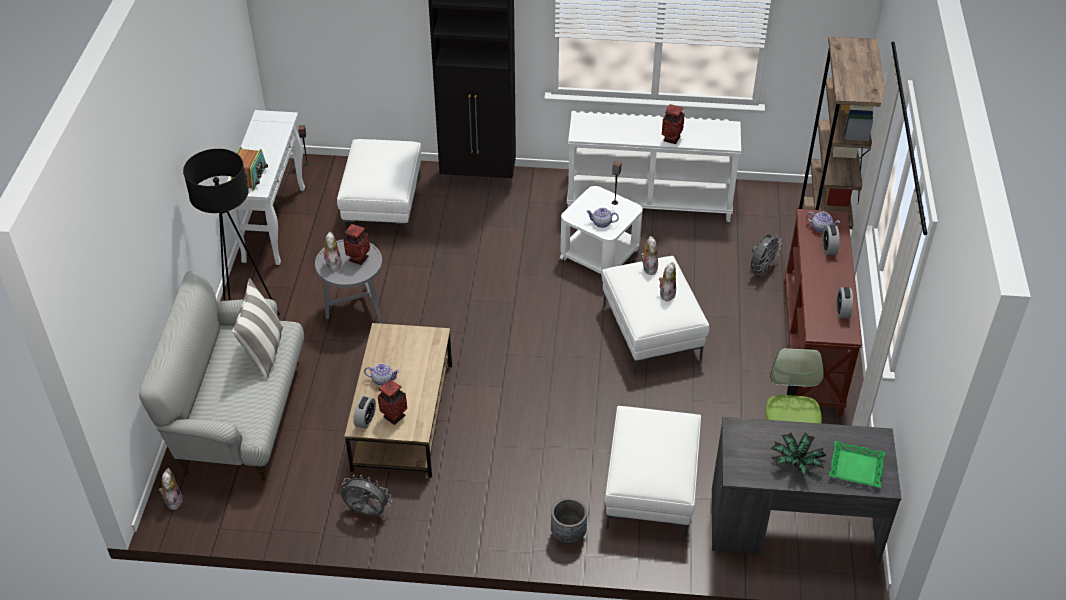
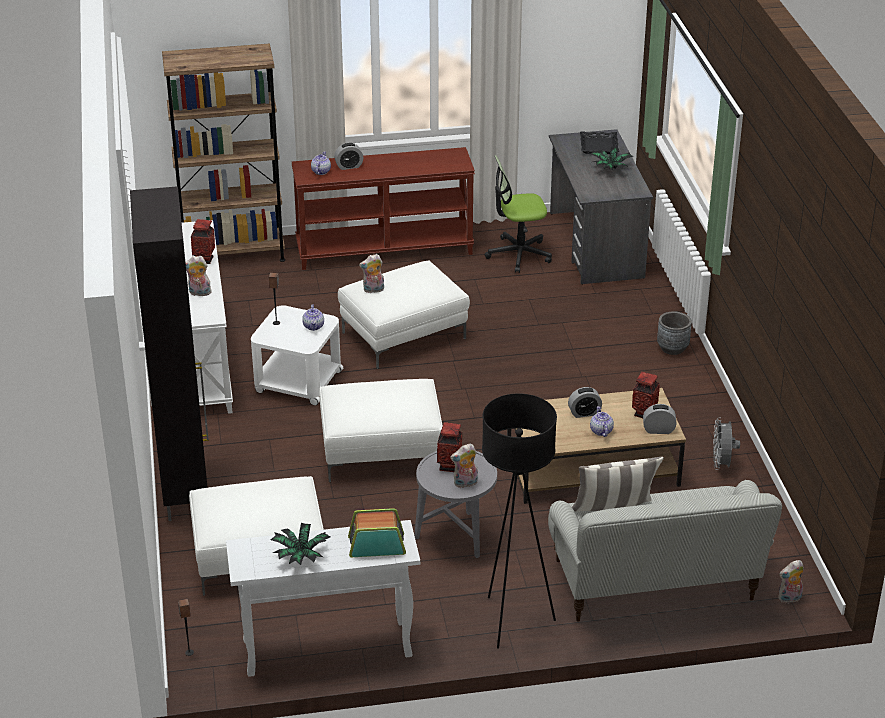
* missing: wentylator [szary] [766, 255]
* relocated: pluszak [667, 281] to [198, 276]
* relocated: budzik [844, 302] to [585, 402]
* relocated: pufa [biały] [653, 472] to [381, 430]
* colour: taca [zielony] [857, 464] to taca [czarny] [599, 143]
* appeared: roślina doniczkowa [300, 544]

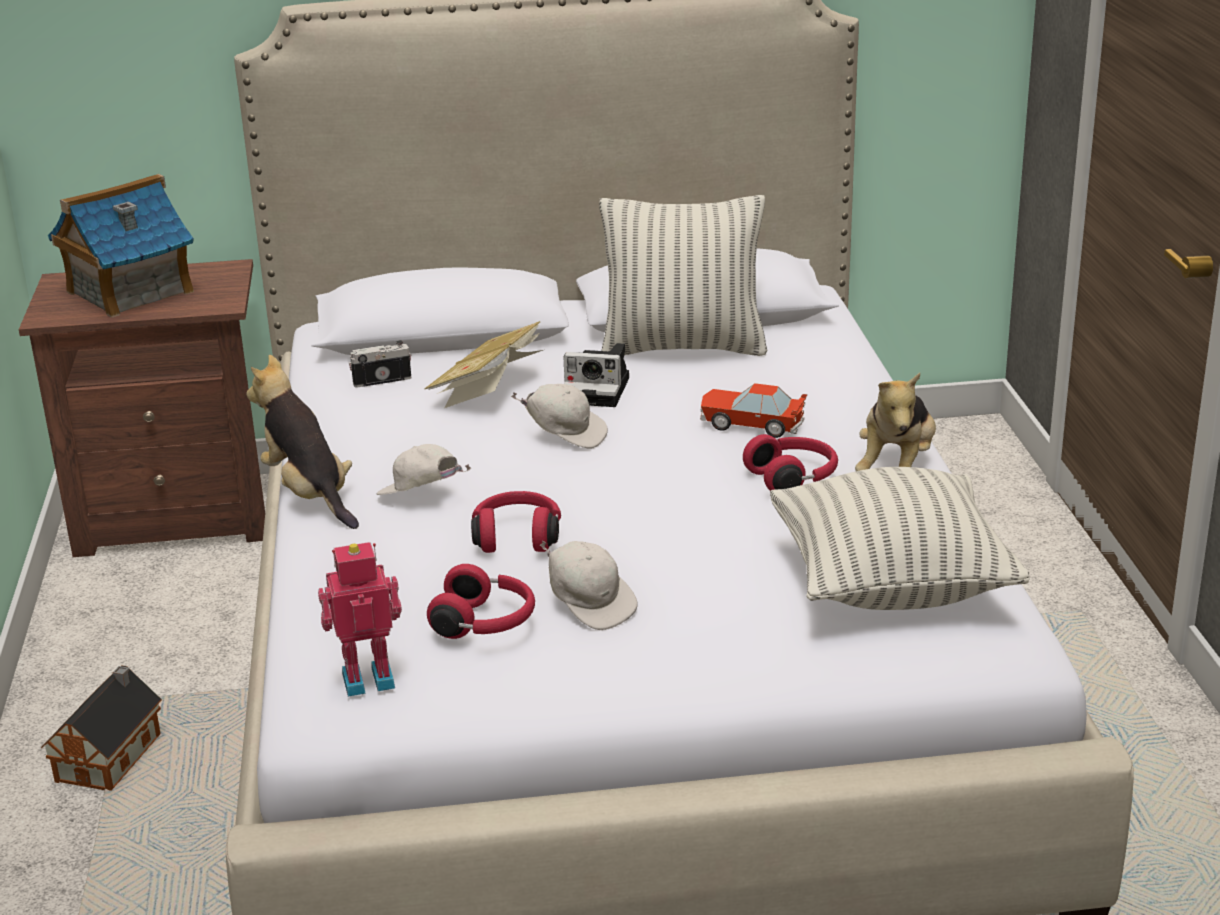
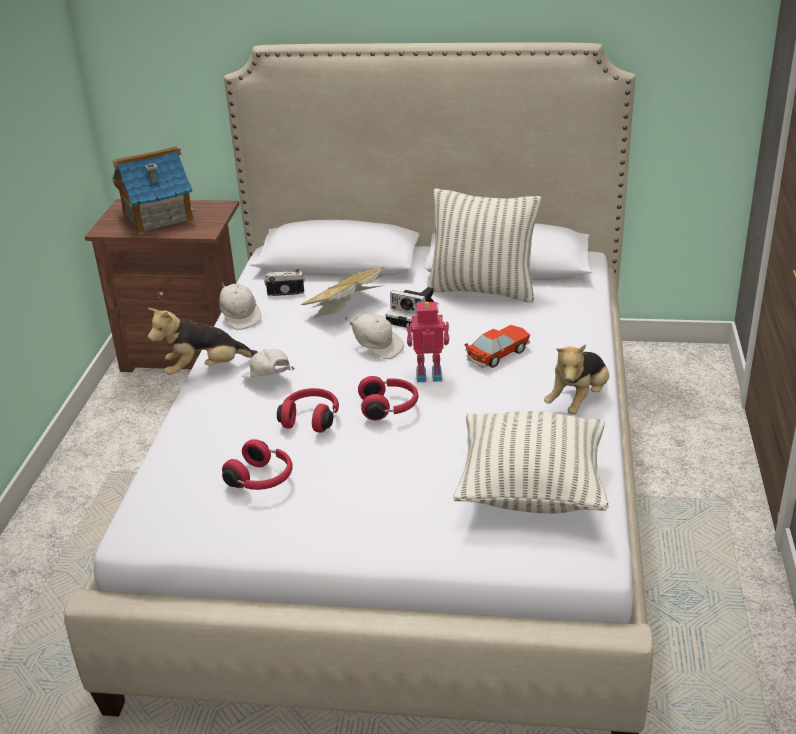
* spun: pluszak [303, 442] = [203, 341] 90 degrees counterclockwise
* spun: samochodzik [754, 410] = [497, 347] 105 degrees clockwise
* relocated: słuchawki [czerwony] [790, 462] to [388, 398]
* relocated: czapka z daszkiem [biały] [589, 585] to [240, 306]
* relocated: robot zabawkowy [360, 619] to [427, 342]
* missing: domek [101, 728]

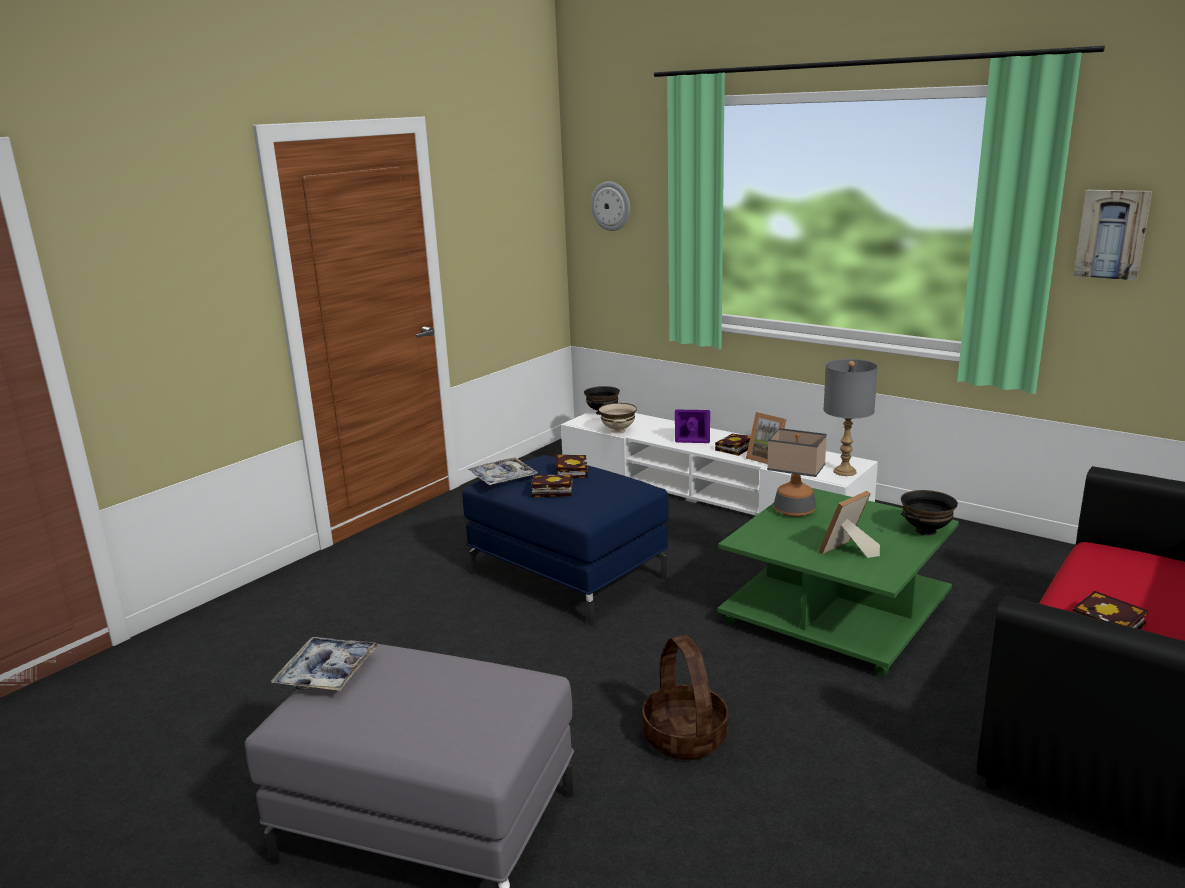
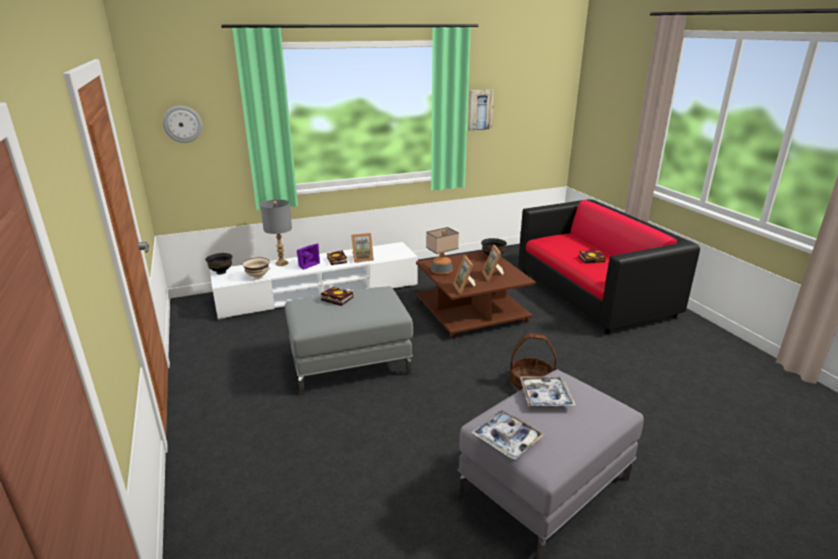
* relocated: lampa stołowa [szary] [850, 417] to [276, 232]
* colour: pufa [niebieski] [566, 540] to pufa [szary] [349, 340]
* relocated: taca [502, 471] to [548, 391]
* missing: książka [552, 485]
* colour: ława [zielony] [838, 582] to ława [brązowy] [476, 295]
* appeared: ramka na zdjęcie [464, 275]

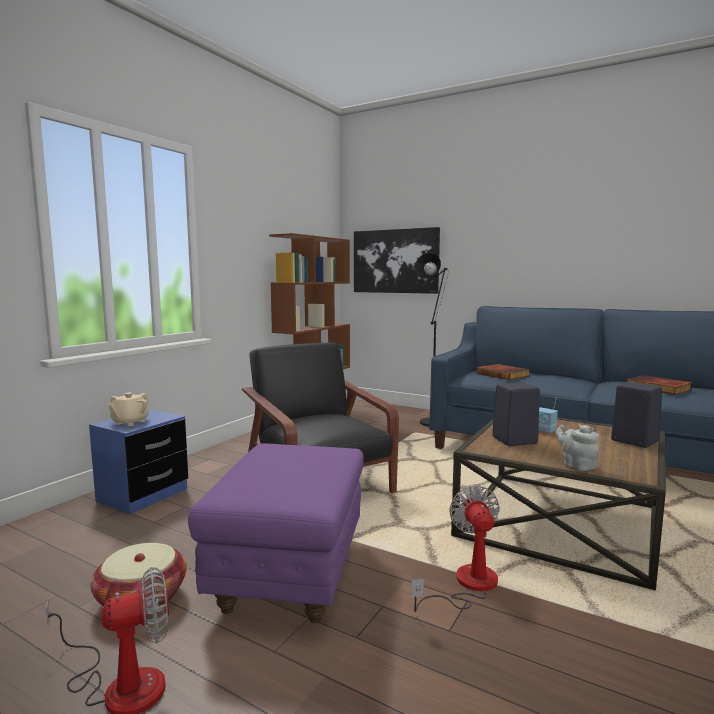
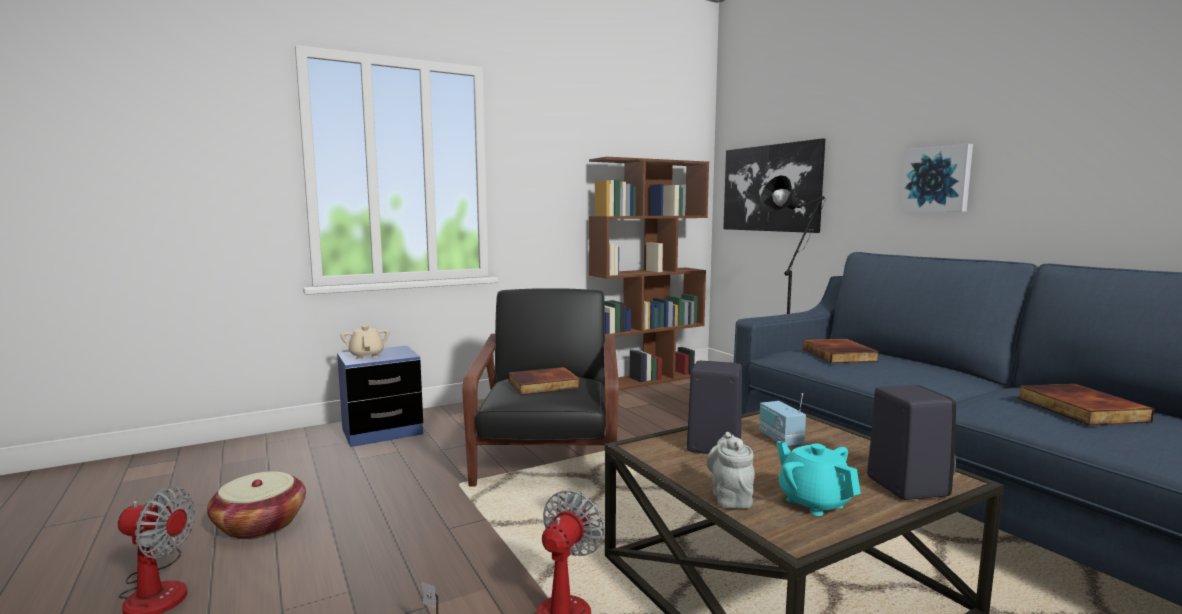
* spun: imbryk [beżowy] [128, 409] = [365, 342] 105 degrees clockwise
* missing: pufa [fioletowy] [276, 533]
* appeared: obraz [936, 178]
* appeared: książka [544, 381]
* appeared: imbryk [turkusowy] [818, 478]

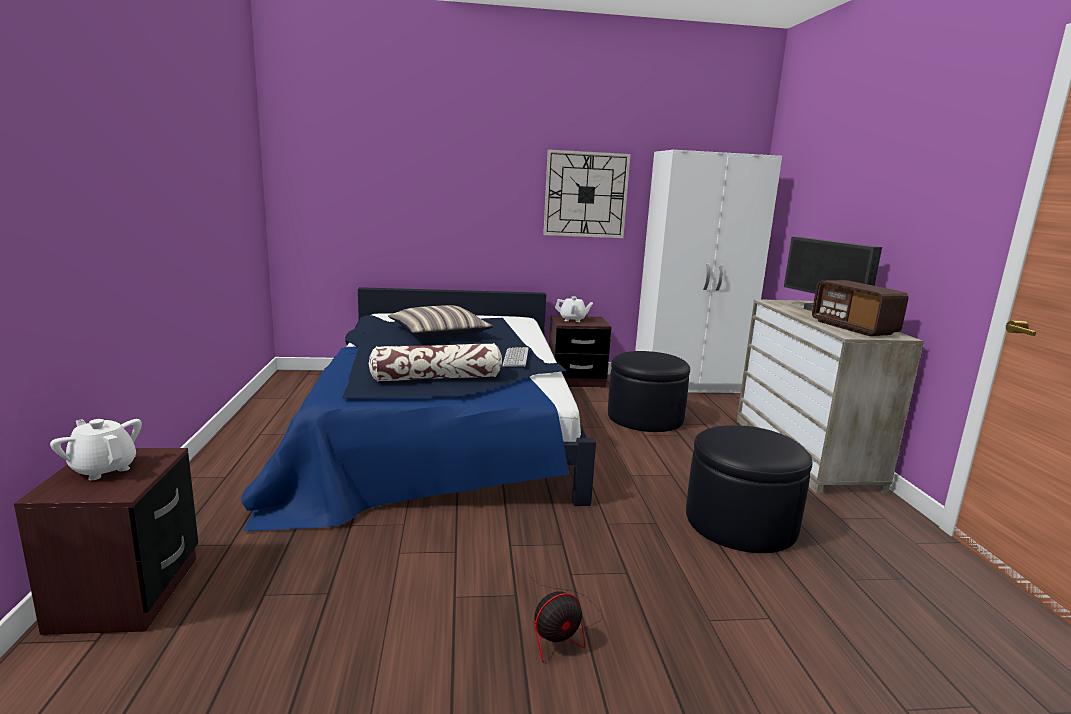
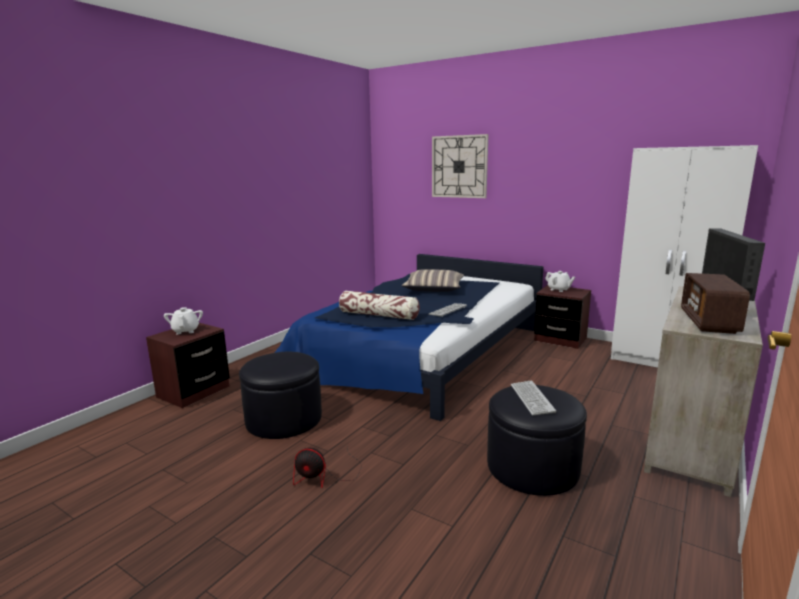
* relocated: zegar ścienny [587, 193] to [460, 166]
* relocated: pufa [czarny] [649, 391] to [280, 395]
* appeared: klawiatura [533, 398]

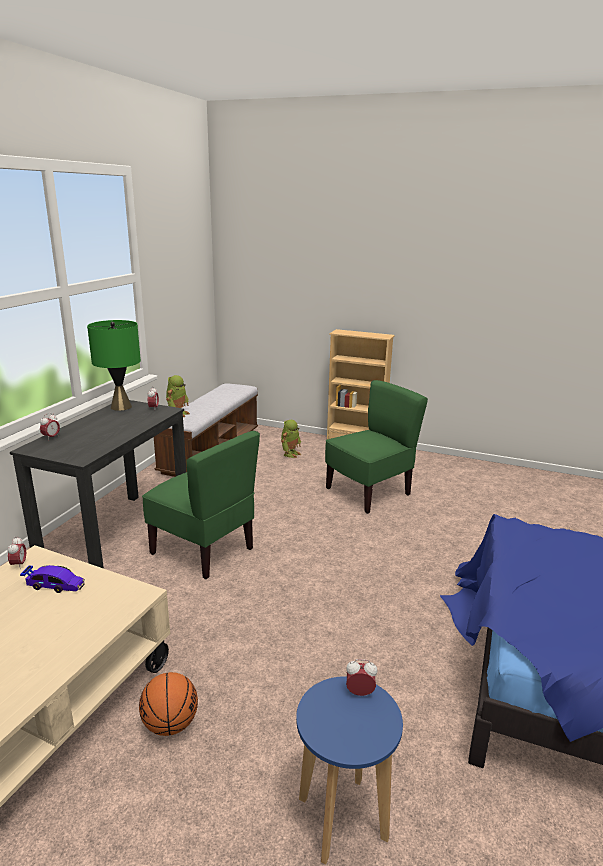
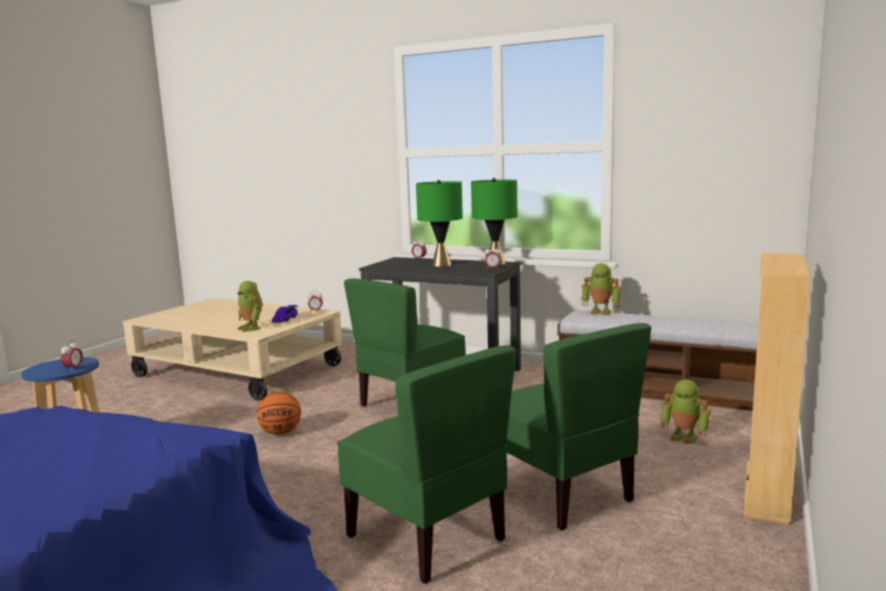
* relocated: piłka do koszykówki [168, 704] to [279, 413]
* appeared: lampa stołowa [zielony] [439, 223]
* appeared: robot zabawkowy [250, 306]
* appeared: krzesło [zielony] [426, 464]

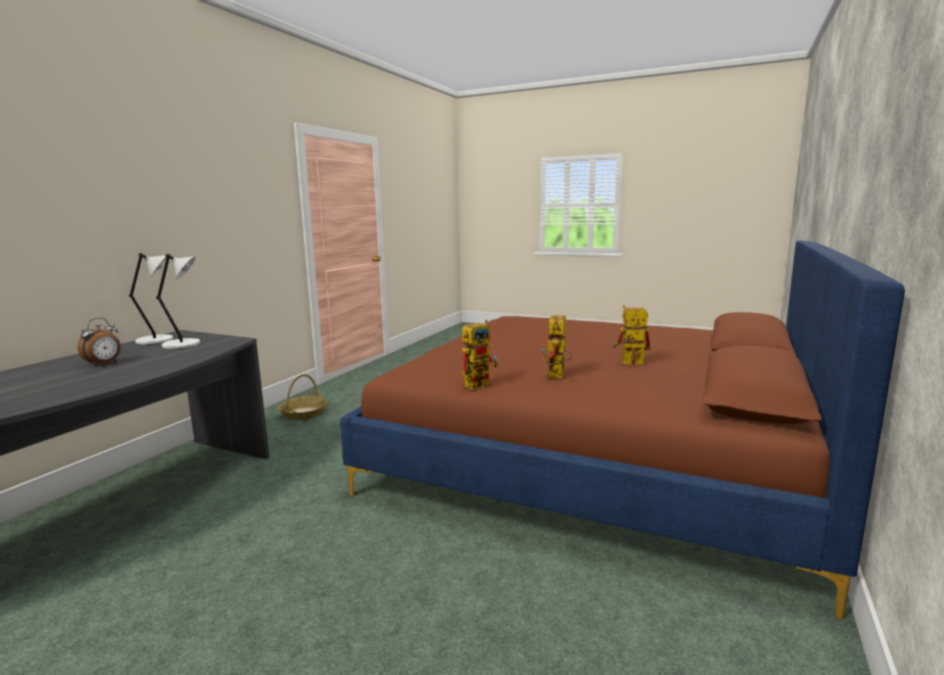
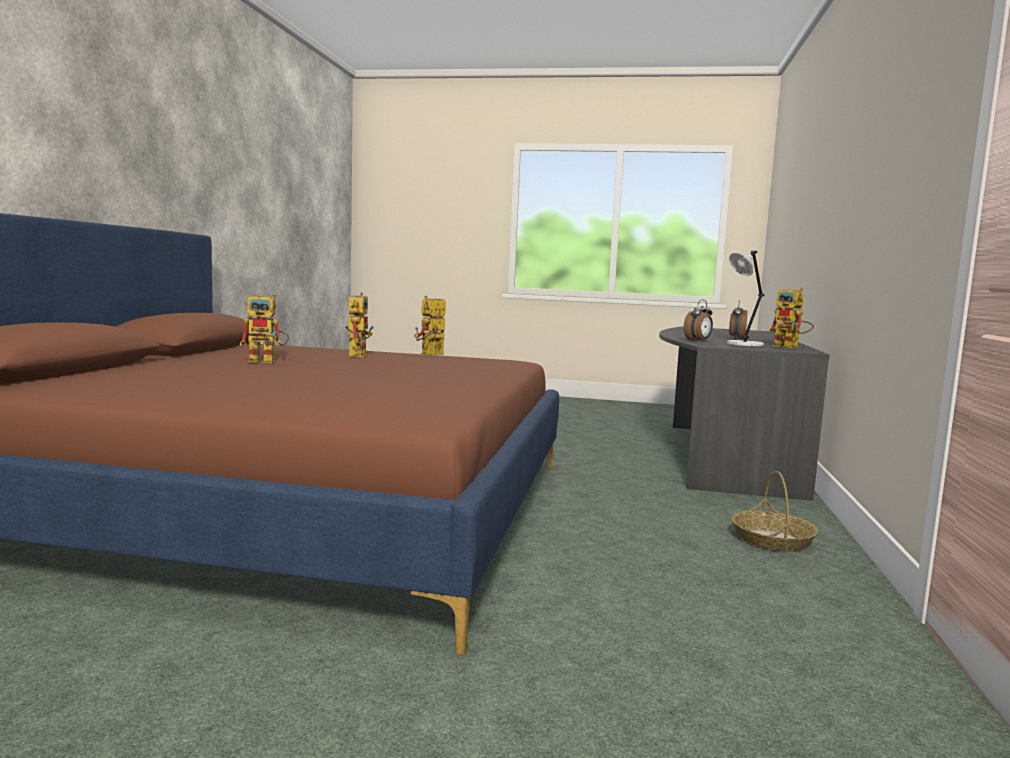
* exchanged: lampa stołowa [szary] [151, 299] to robot zabawkowy [791, 317]
* appeared: budzik [698, 321]

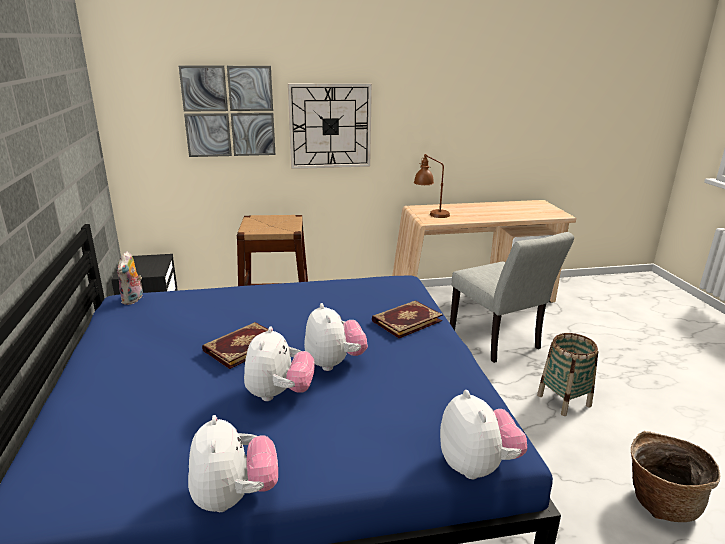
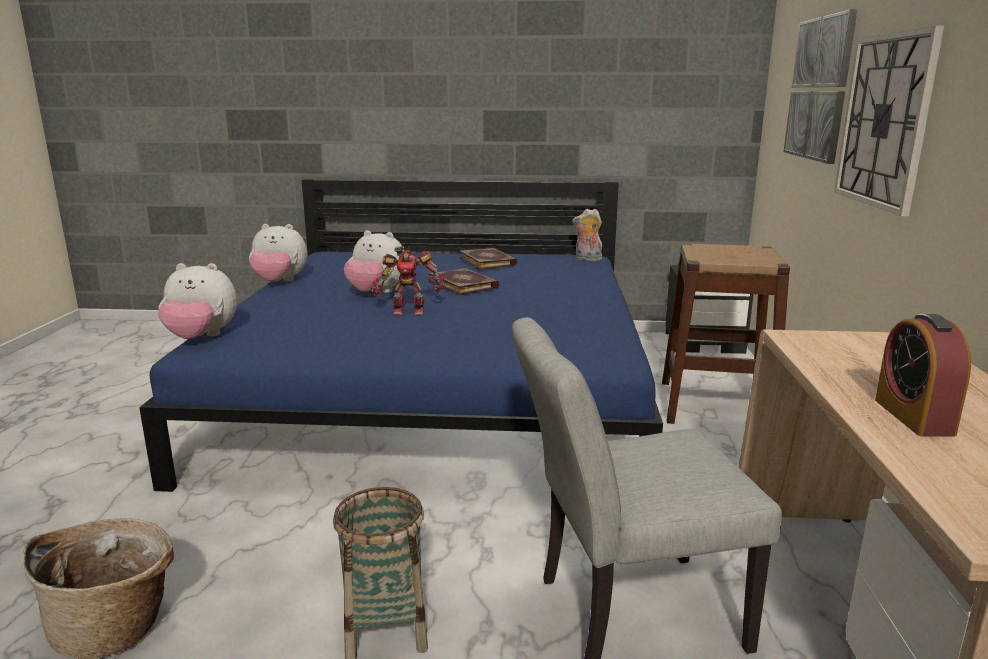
* missing: lampa stołowa [brązowy] [432, 186]
* relocated: książka [407, 319] to [488, 258]
* exchanged: pluszak [336, 337] to robot zabawkowy [408, 281]
* appeared: budzik [923, 375]

